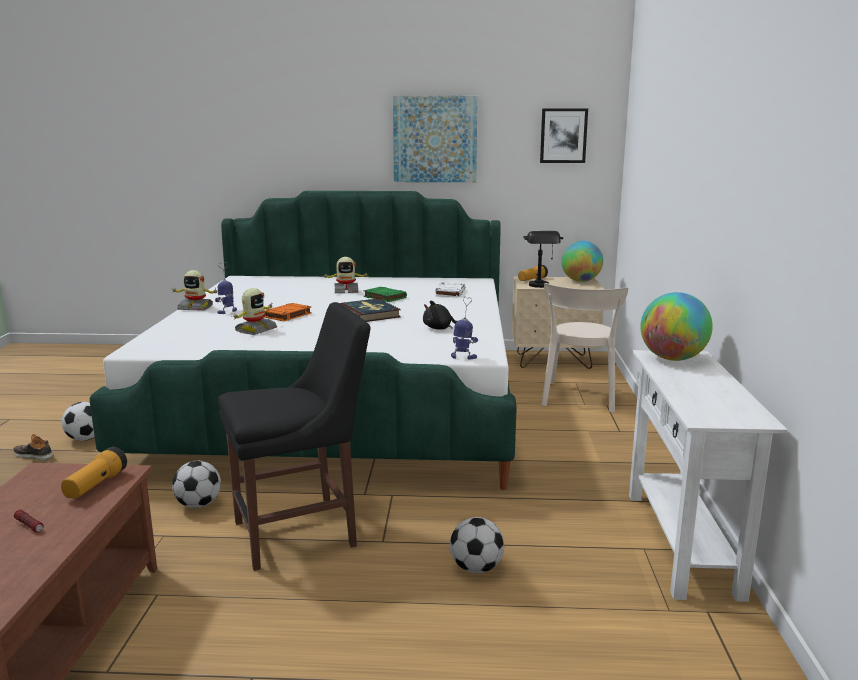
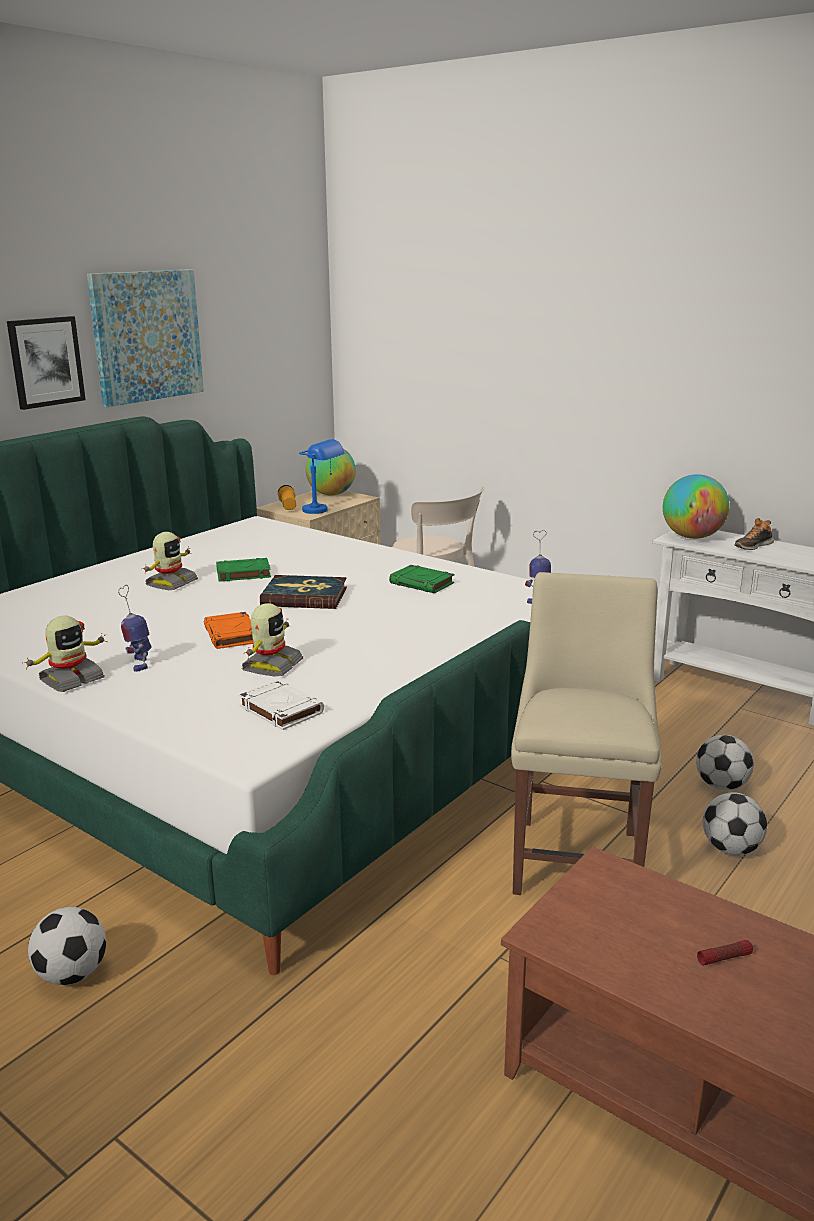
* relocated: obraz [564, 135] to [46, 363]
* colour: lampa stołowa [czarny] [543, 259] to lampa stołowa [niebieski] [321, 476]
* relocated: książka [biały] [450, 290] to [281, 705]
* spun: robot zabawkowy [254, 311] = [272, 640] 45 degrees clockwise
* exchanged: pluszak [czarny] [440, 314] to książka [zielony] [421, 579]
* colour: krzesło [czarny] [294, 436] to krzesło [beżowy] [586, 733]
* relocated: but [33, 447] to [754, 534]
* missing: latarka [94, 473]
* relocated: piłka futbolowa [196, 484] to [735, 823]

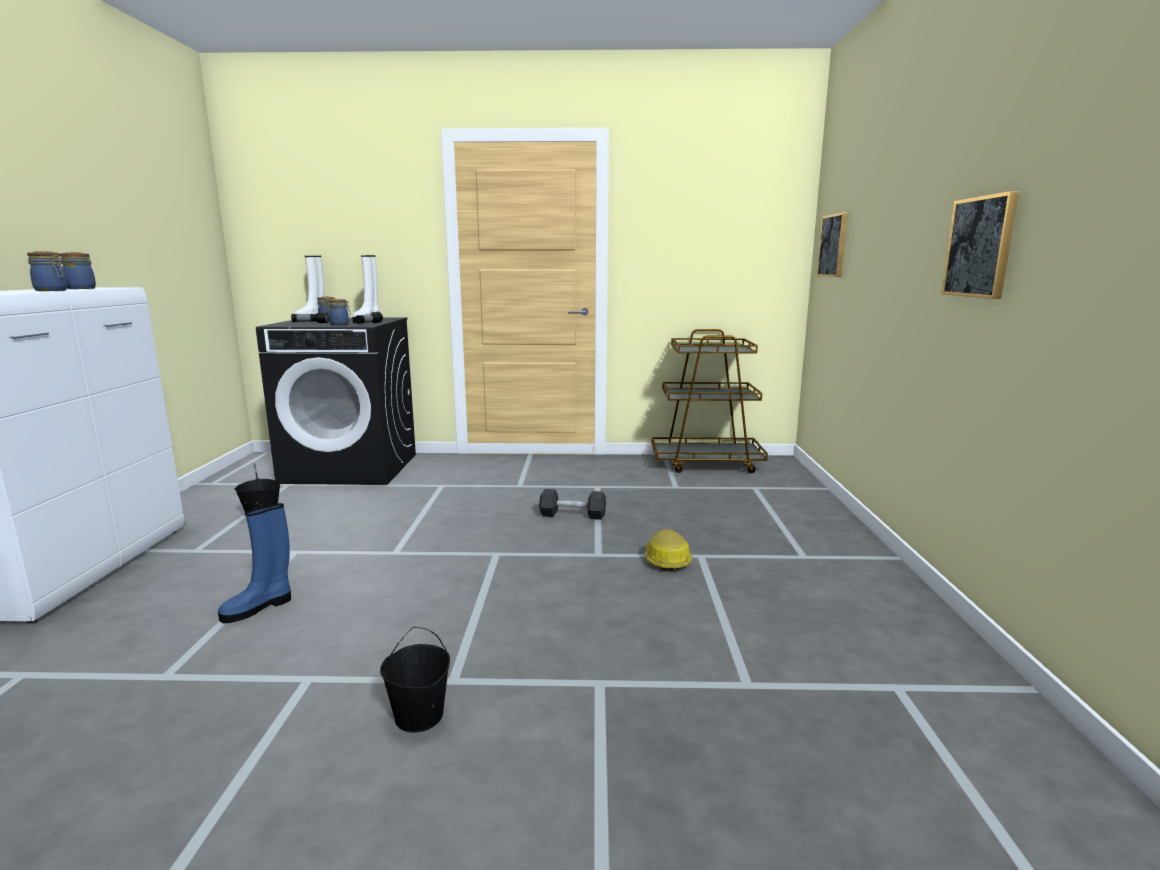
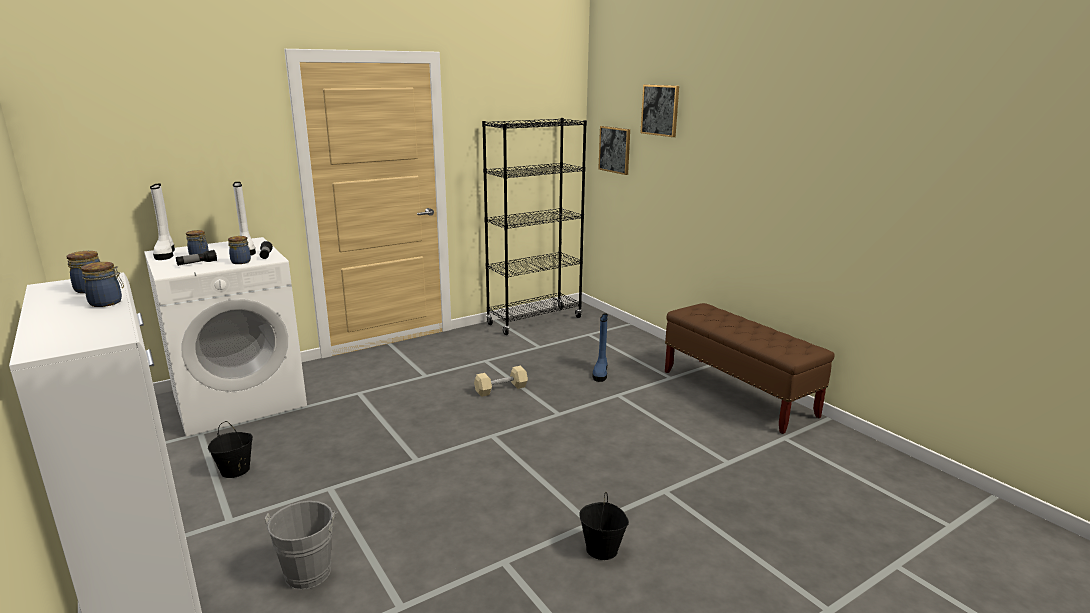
* relocated: obraz [980, 245] to [660, 111]
* colour: pralka [czarny] [336, 401] to pralka [biały] [225, 337]
* exchanged: wózek [brązowy] [710, 401] to regał [czarny] [534, 226]
* colour: hantel [czarny] [572, 504] to hantel [beżowy] [501, 381]
* relocated: but z cholewką [niebieski] [254, 563] to [600, 347]
* missing: kask [669, 550]
* appeared: ławka [brązowy] [750, 368]
* appeared: wiadro [szary] [301, 545]

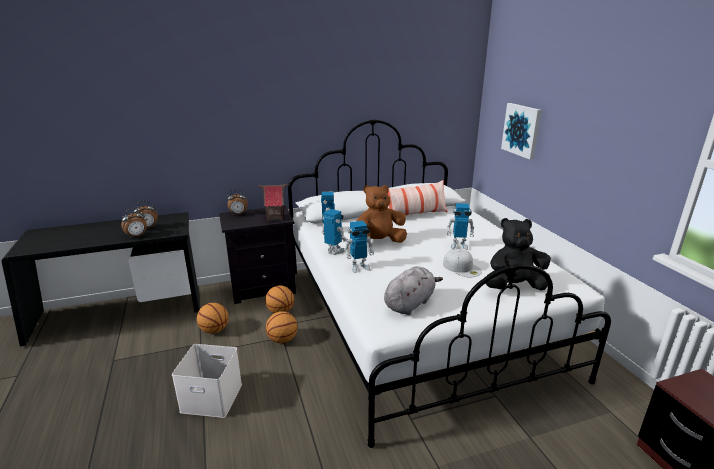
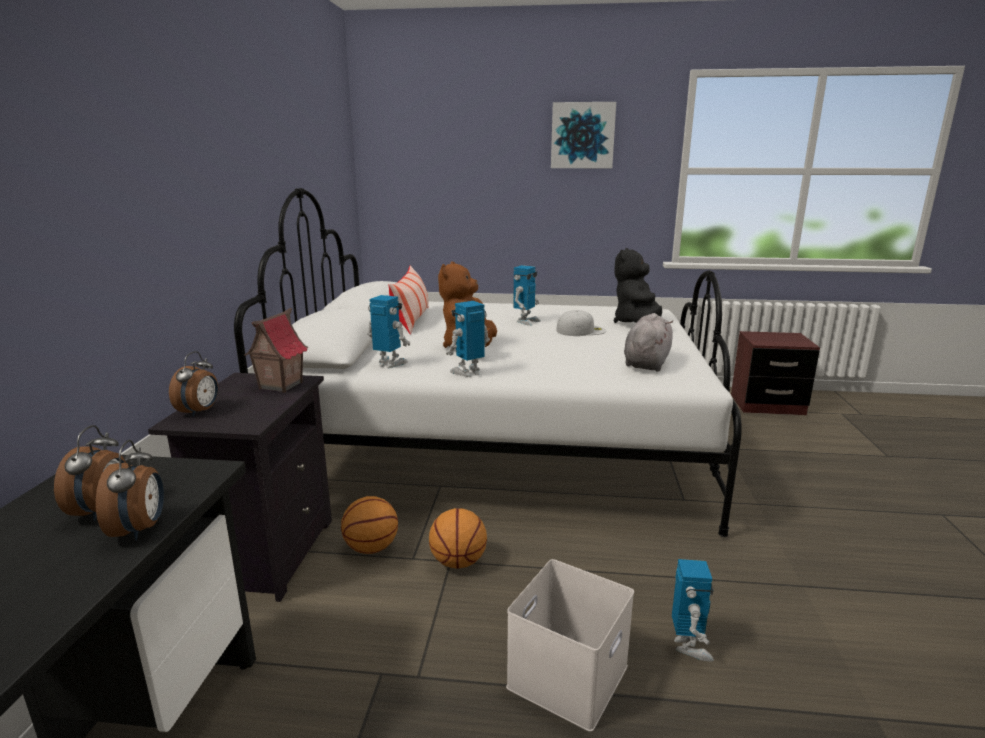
* relocated: obraz [521, 131] to [583, 135]
* relocated: robot zabawkowy [359, 247] to [693, 610]
* spun: pluszak [szary] [413, 290] = [648, 342] 45 degrees clockwise
* missing: piłka do koszykówki [213, 318]

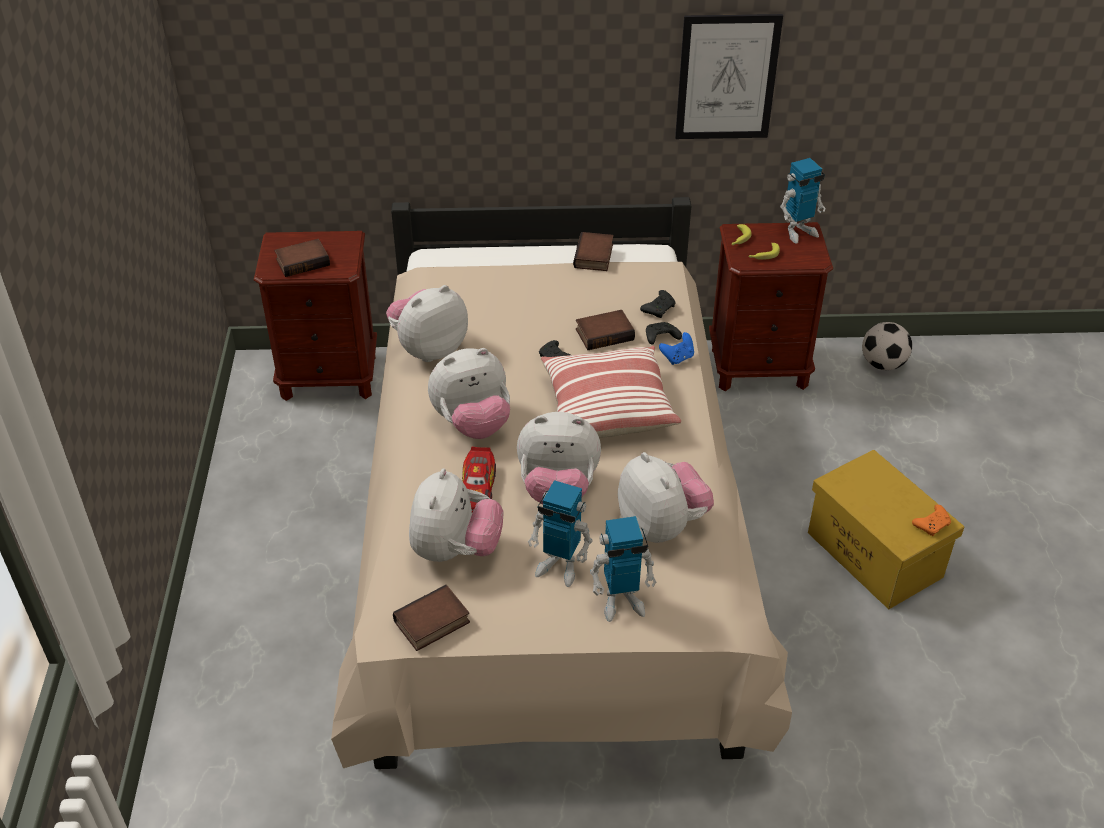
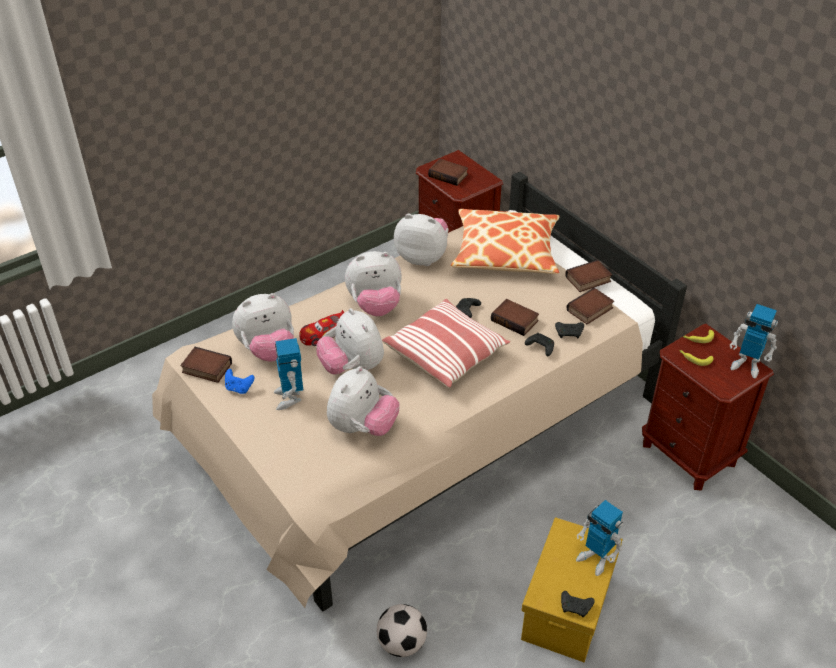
* missing: obraz [729, 76]
* relocated: piłka futbolowa [887, 346] to [402, 630]
* relocated: pad do gier [niebieski] [676, 348] to [239, 381]
* spun: pluszak [469, 393] = [373, 283] 45 degrees counterclockwise
* colour: pad do gier [pomarańczowy] [931, 520] to pad do gier [czarny] [578, 604]
* relocated: robot zabawkowy [623, 569] to [599, 538]
* appeared: poduszka [505, 241]
* appeared: książka [590, 306]

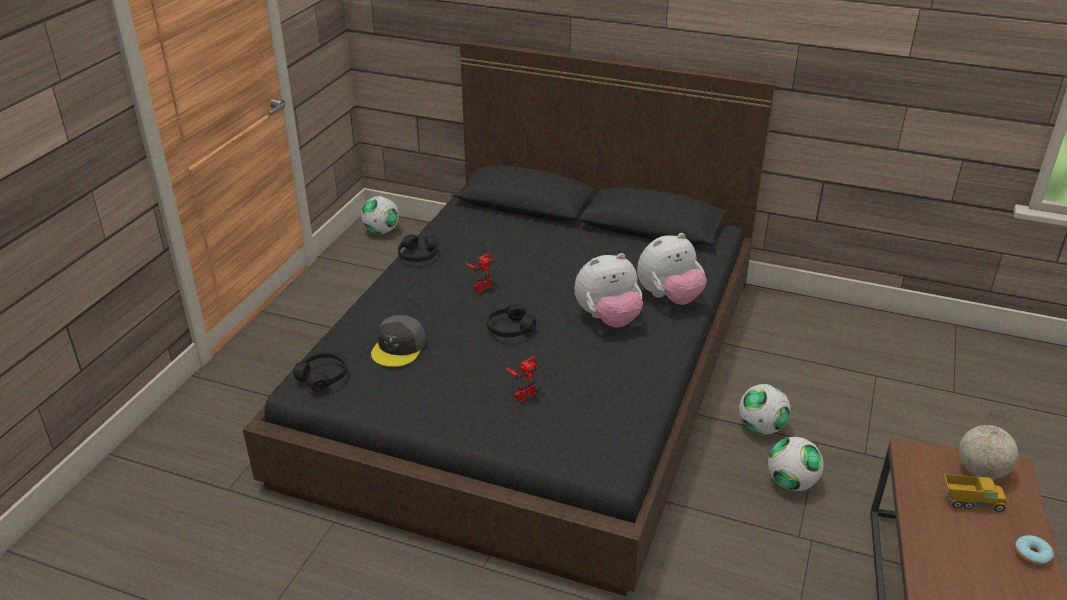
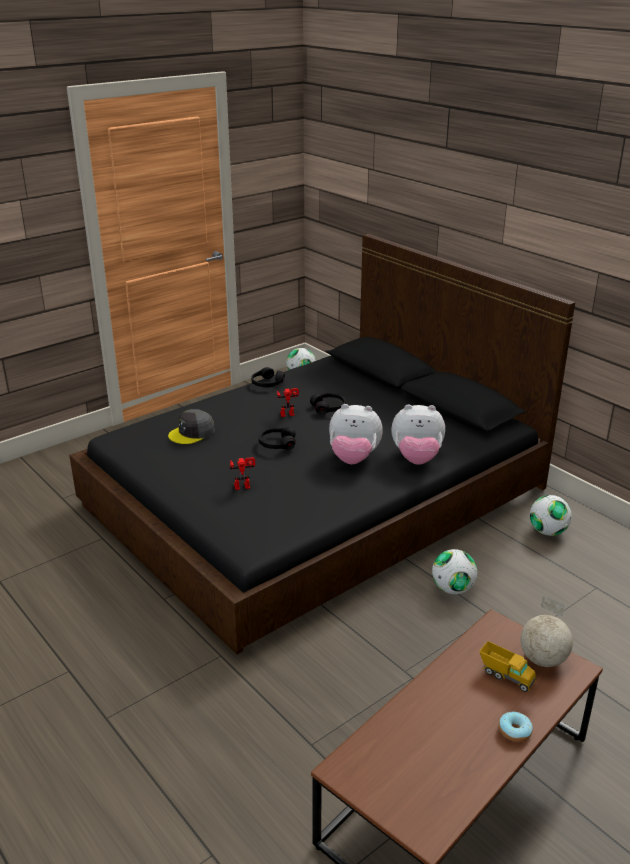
* relocated: słuchawki [czarny] [320, 371] to [328, 403]
* relocated: piłka futbolowa [796, 464] to [551, 515]

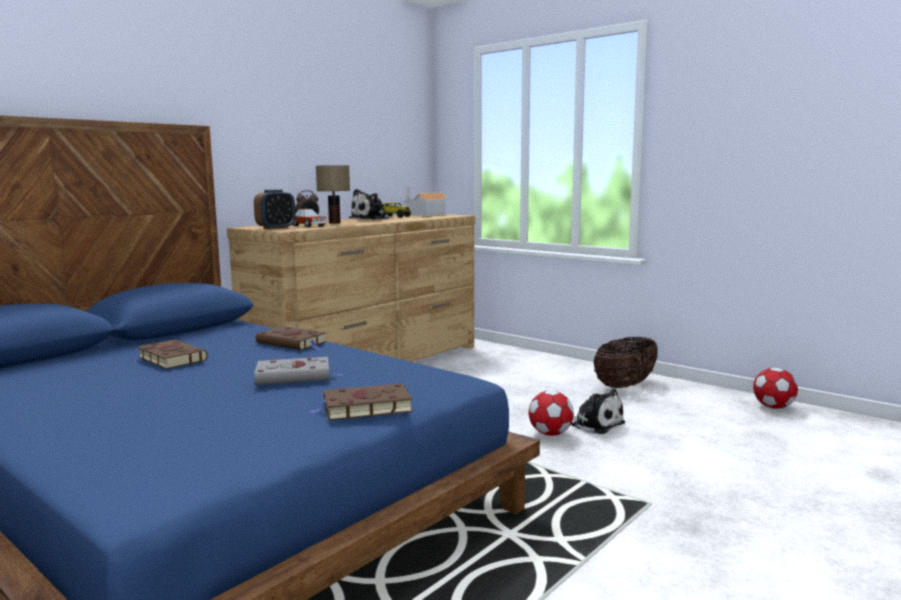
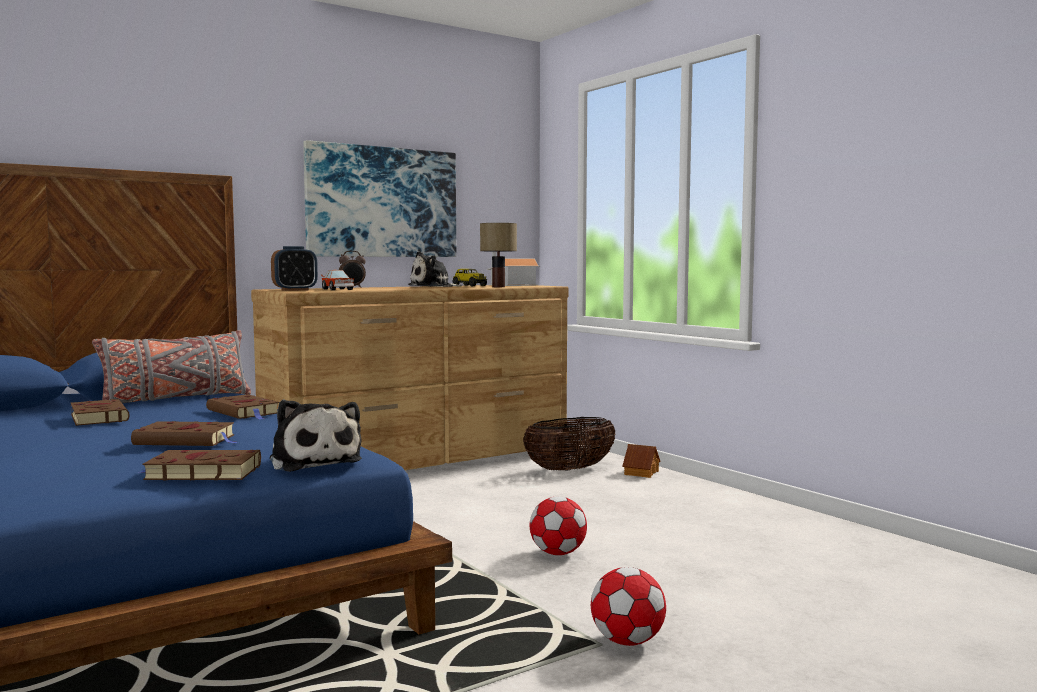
* relocated: lampa stołowa [333, 194] to [498, 255]
* relocated: koszyk [626, 363] to [569, 444]
* colour: książka [szary] [299, 371] to książka [brązowy] [184, 433]
* relocated: piłka futbolowa [775, 388] to [628, 606]
* relocated: pluszak [598, 411] to [316, 436]
* appeared: obraz [379, 198]
* appeared: poduszka [szary] [171, 367]
* appeared: domek [641, 461]

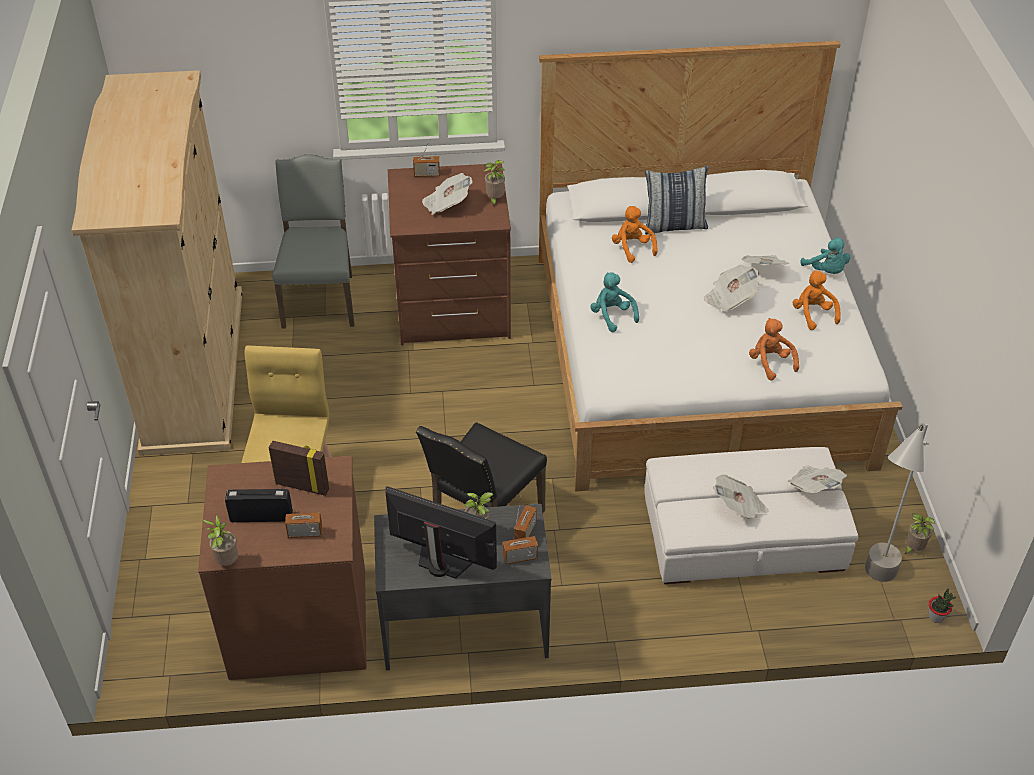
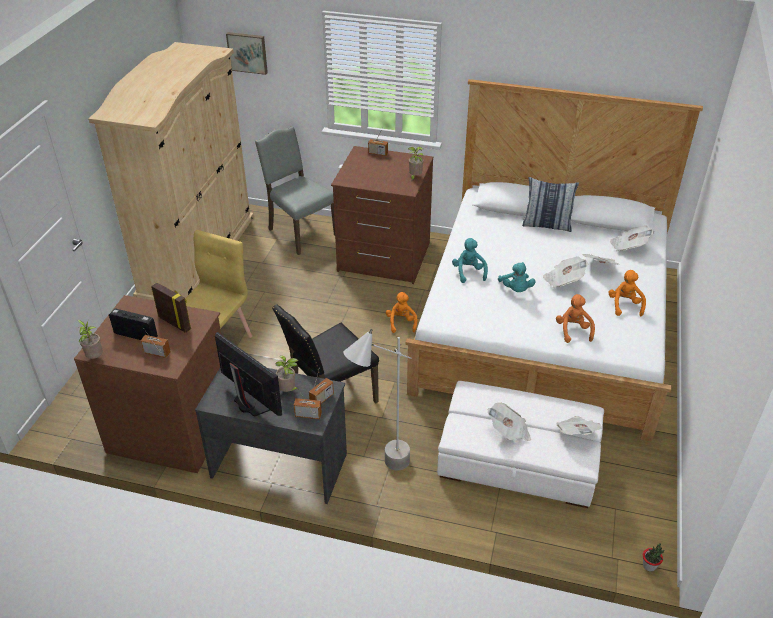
* spun: krzesło [szary] [313, 241] = [295, 190] 60 degrees counterclockwise
* relocated: gazeta [447, 194] to [632, 238]
* relocated: pluszak [pomarańczowy] [635, 234] to [401, 312]
* relocated: pluszak [turkusowy] [825, 255] to [516, 277]
* relocated: lampa stojąca [szary] [897, 502] to [377, 400]
* missing: roślina doniczkowa [920, 533]
* appeared: obraz [247, 53]

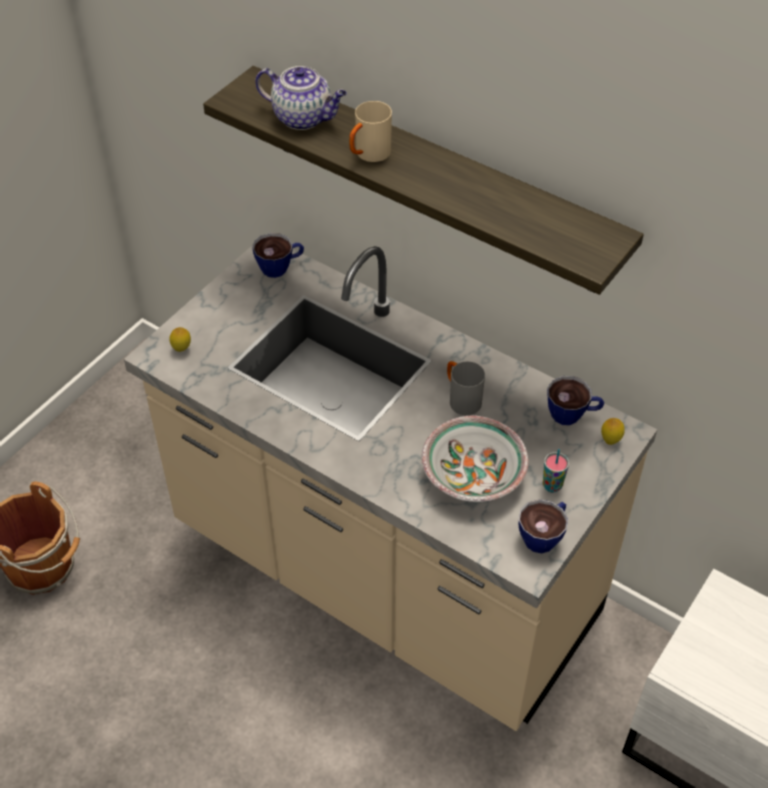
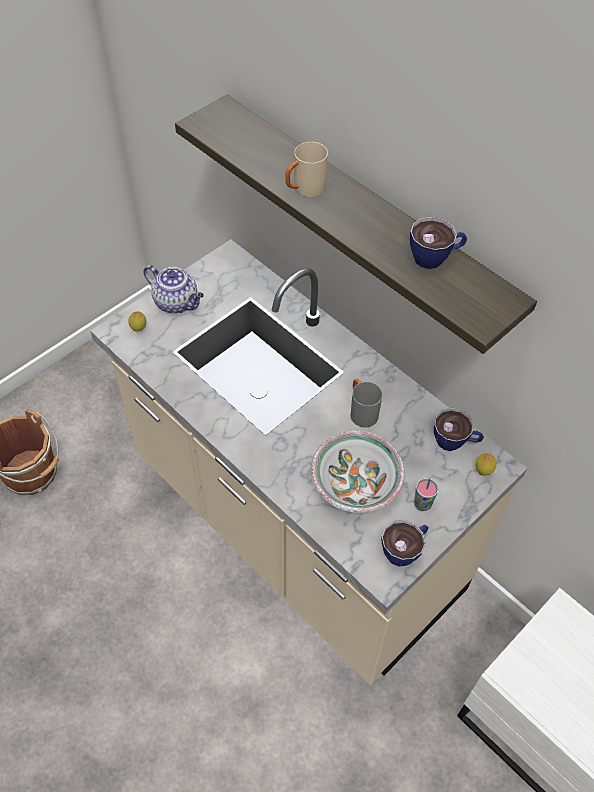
* relocated: imbryk [301, 98] to [173, 289]
* relocated: filiżanka [278, 255] to [438, 242]

